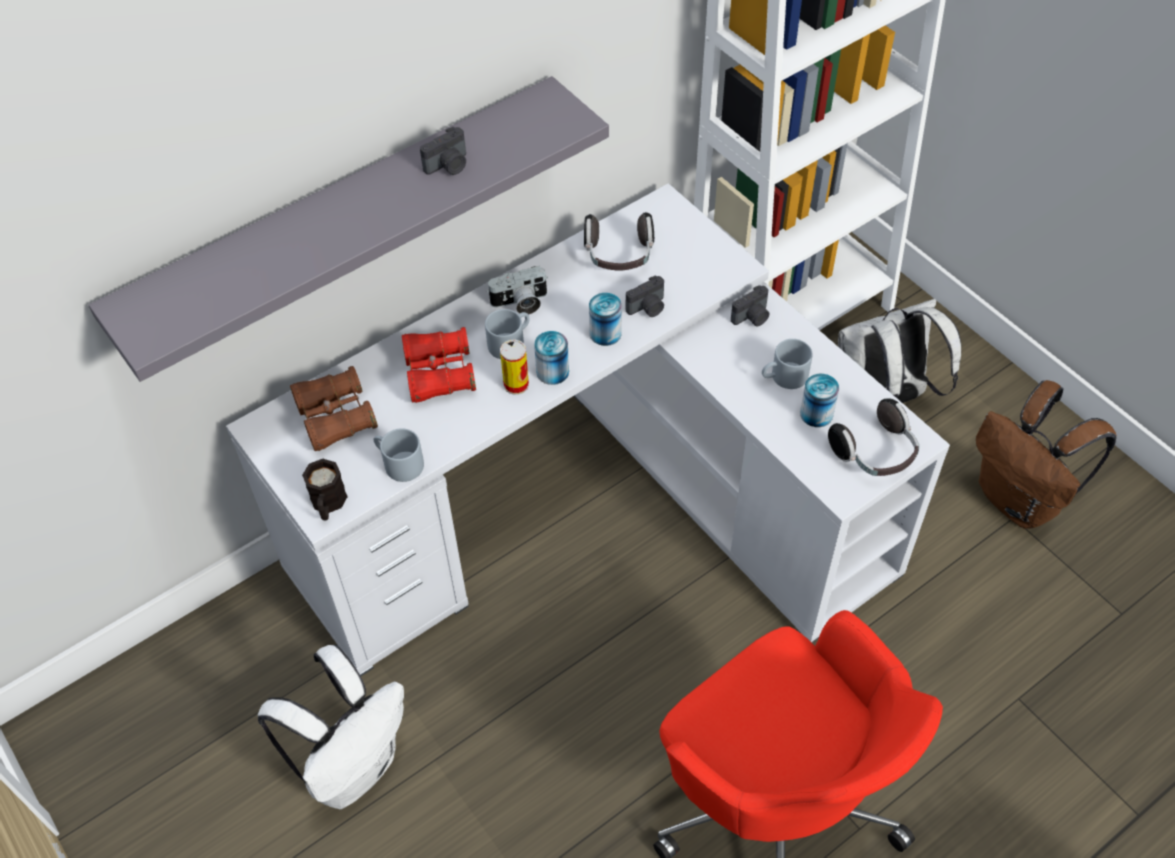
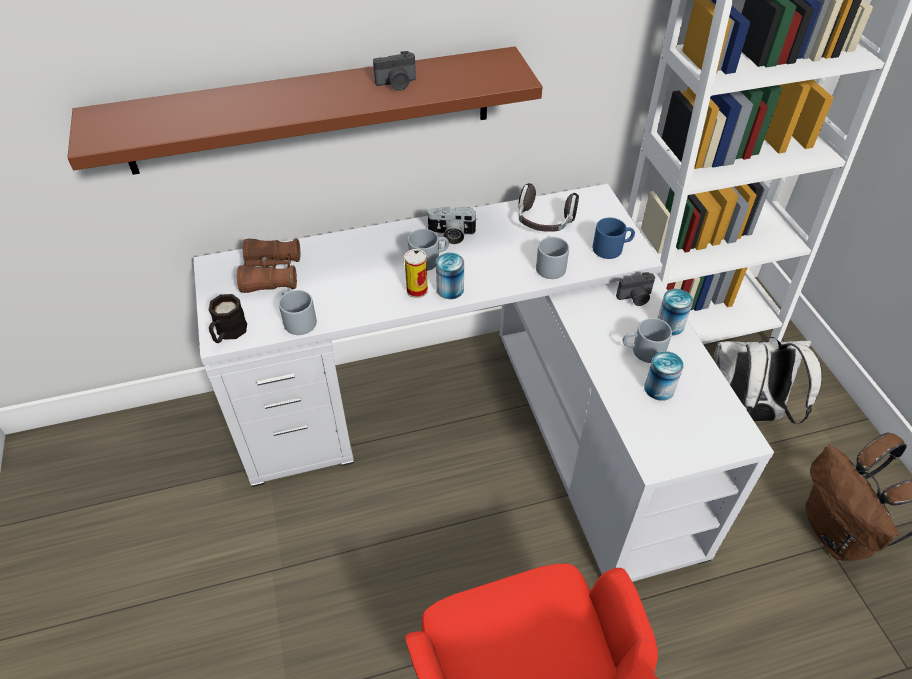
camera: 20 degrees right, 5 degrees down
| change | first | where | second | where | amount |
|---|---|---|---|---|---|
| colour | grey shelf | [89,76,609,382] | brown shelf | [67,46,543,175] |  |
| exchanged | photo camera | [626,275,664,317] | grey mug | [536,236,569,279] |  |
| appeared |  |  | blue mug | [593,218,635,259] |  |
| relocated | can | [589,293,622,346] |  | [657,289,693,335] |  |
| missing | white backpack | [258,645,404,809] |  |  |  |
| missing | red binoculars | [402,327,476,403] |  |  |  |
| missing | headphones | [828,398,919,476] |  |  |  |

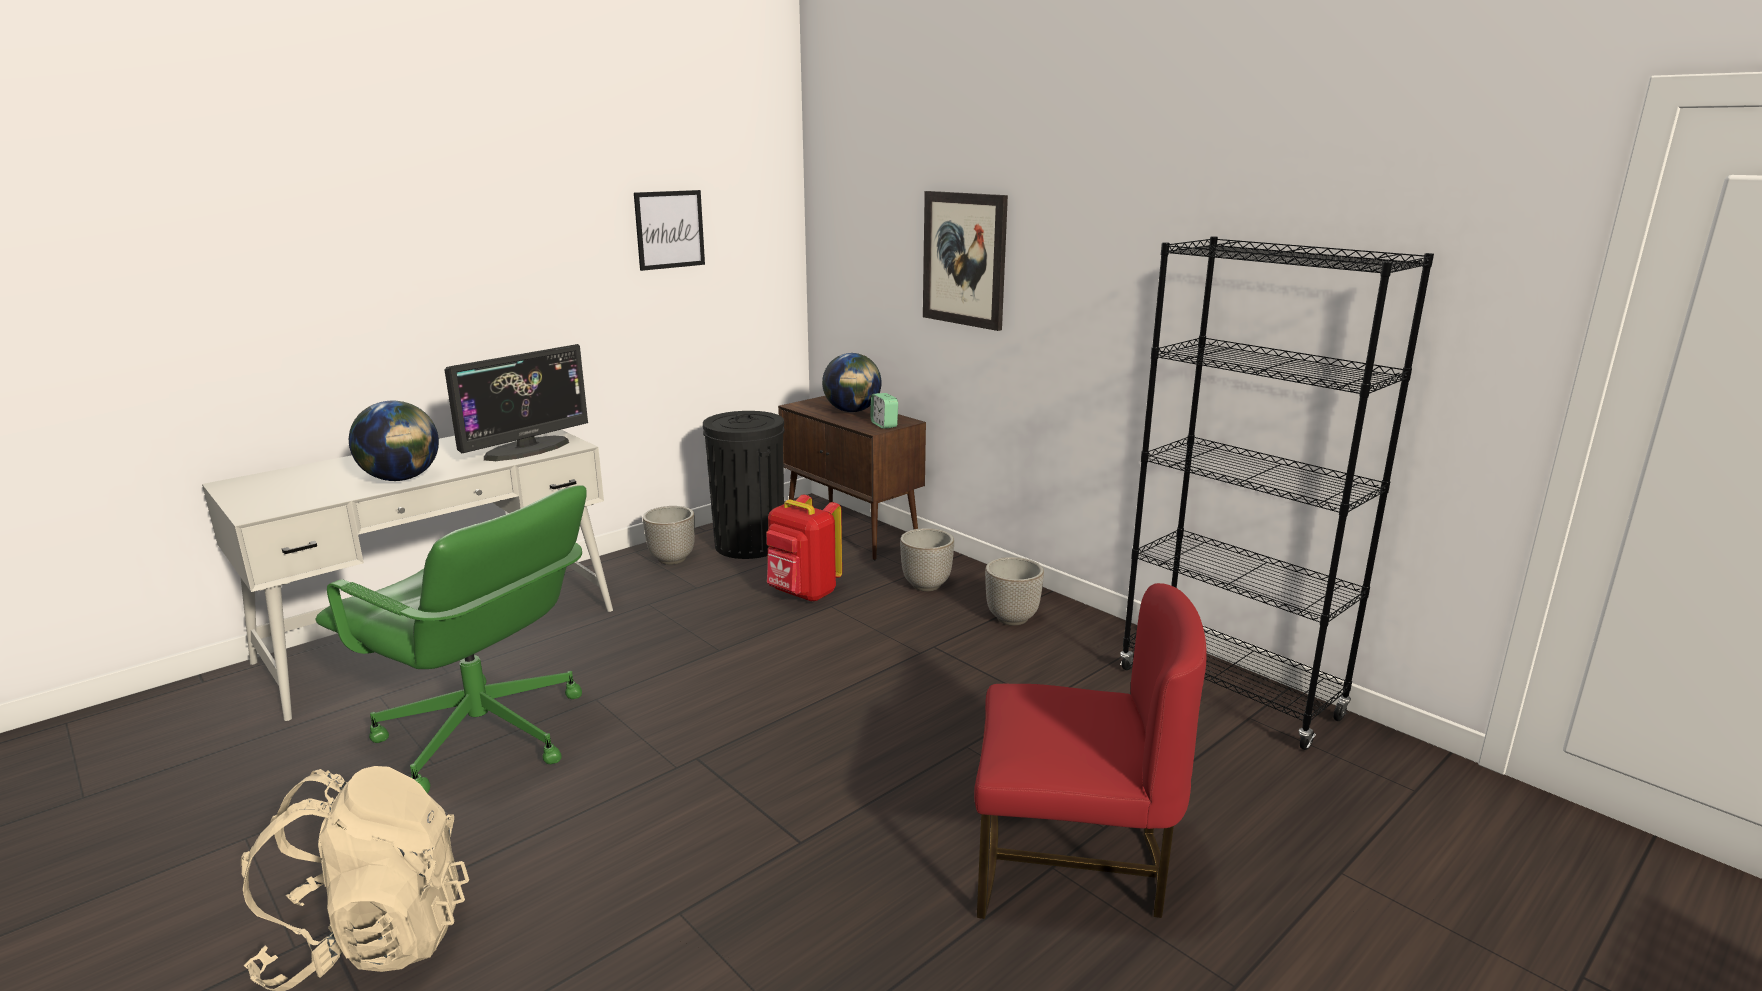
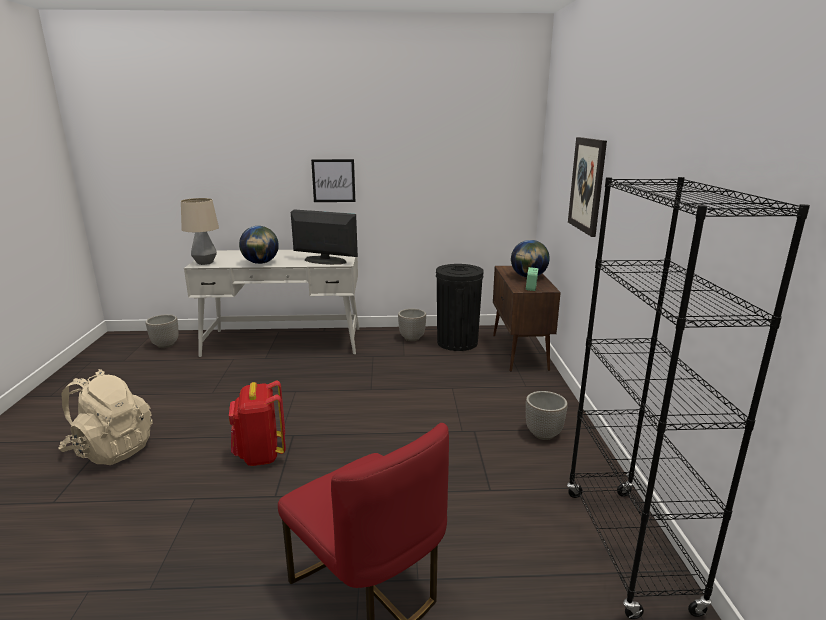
camera: 40 degrees right, 0 degrees up
| change | first | where | second | where | amount |
|---|---|---|---|---|---|
| relocated | planter | [900,528,954,591] |  | [146,314,179,348] |  |
| appeared |  |  | table lamp | [181,198,219,265] |  |
| relocated | red backpack | [767,495,842,602] |  | [229,381,286,466] |  |
| spun | monitor | [445,344,588,461] |  | [291,209,358,265] | 150 degrees counterclockwise |
| relocated | picture | [634,190,705,271] |  | [311,159,355,202] |  |
| missing | green office chair | [315,485,587,793] |  |  |  |

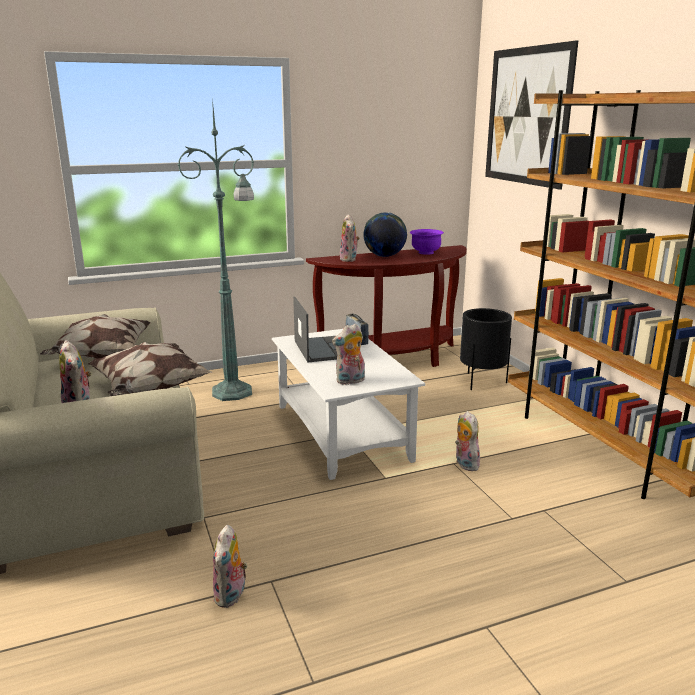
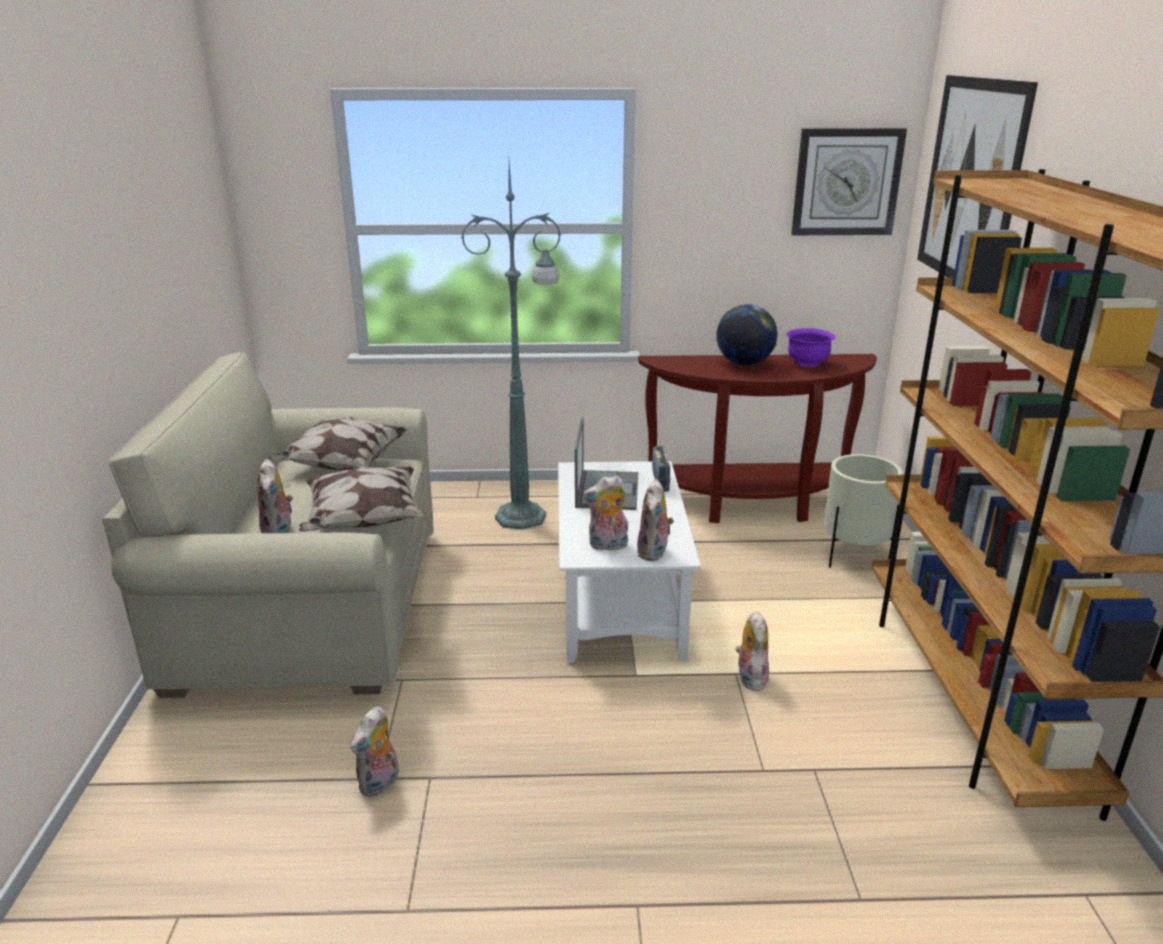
camera: 20 degrees right, 5 degrees up
| change | first | where | second | where | amount |
|---|---|---|---|---|---|
| relocated | plush toy | [340,214,360,262] |  | [637,479,674,561] |  |
| appeared |  |  | wall clock | [792,128,907,235] |  |
| colour | black planter | [460,308,512,390] | beige planter | [824,454,903,568] |  |

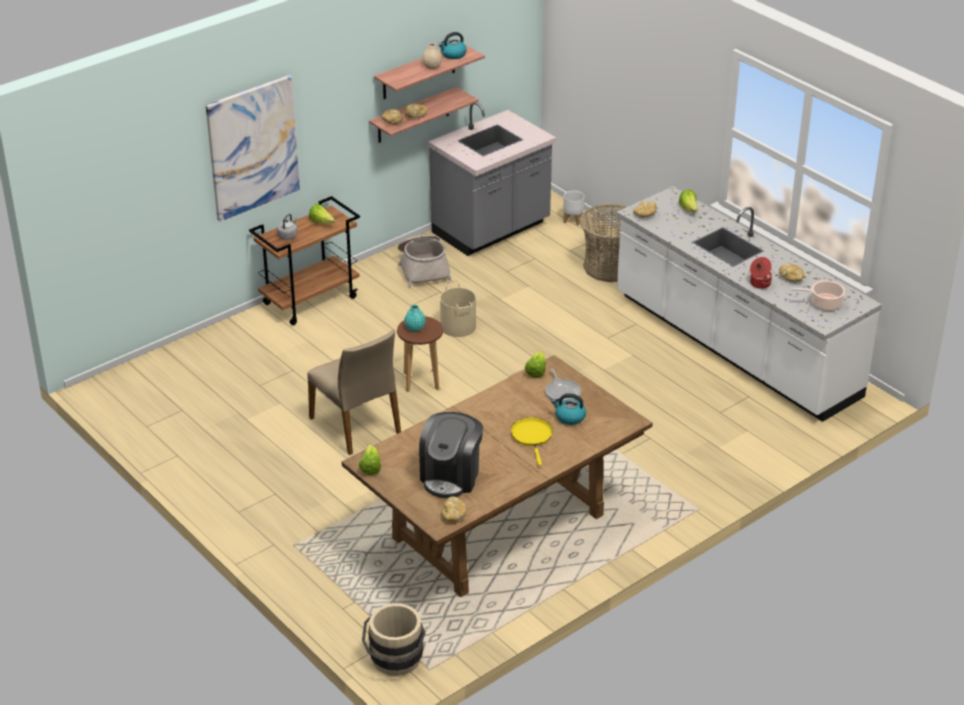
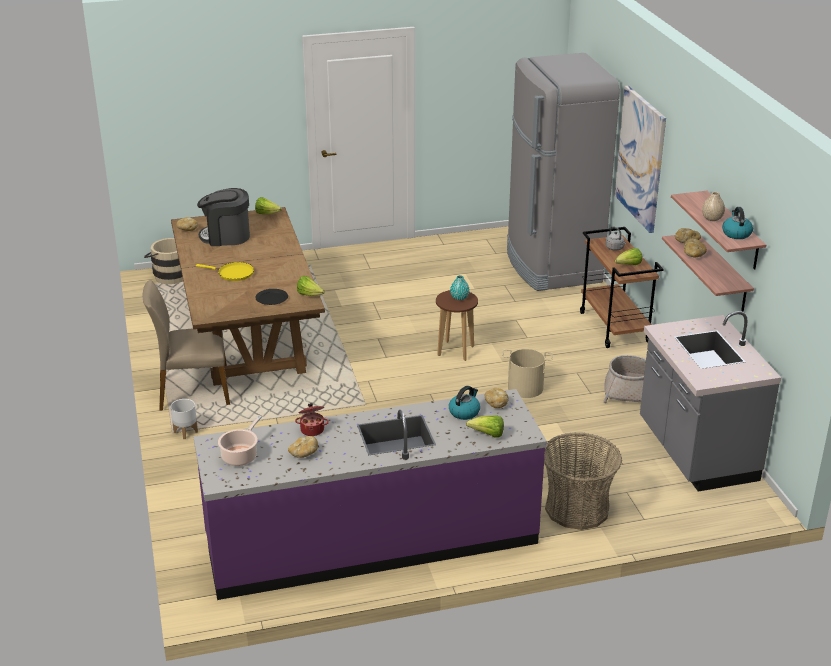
camera: 115 degrees right, 5 degrees down
| change | first | where | second | where | amount |
|---|---|---|---|---|---|
| relocated | beige chair | [307,330,401,455] |  | [142,280,230,411] |  |
| relocated | white planter | [563,191,584,225] |  | [171,399,198,439] |  |
| colour | white counter | [617,186,882,422] | purple counter | [193,389,547,600] |  |
| spun | coffee machine | [419,412,483,498] |  | [197,188,250,246] | 45 degrees counterclockwise |
| exchanged | frying pan | [545,368,581,403] | black plate | [255,289,288,305] |  |
| relocated | kettle | [552,393,586,425] |  | [449,386,480,420] |  |
| appeared |  |  | grey fridge | [507,53,620,291] |  |

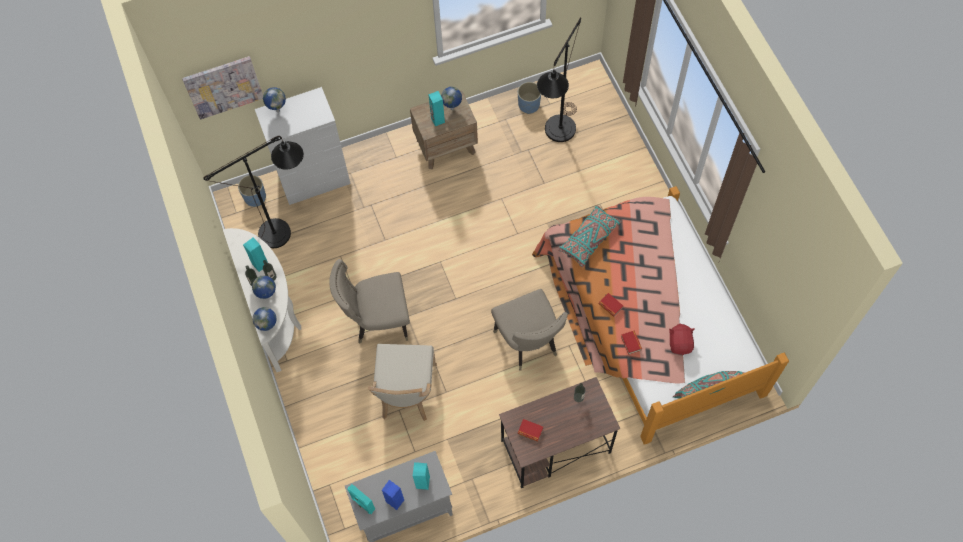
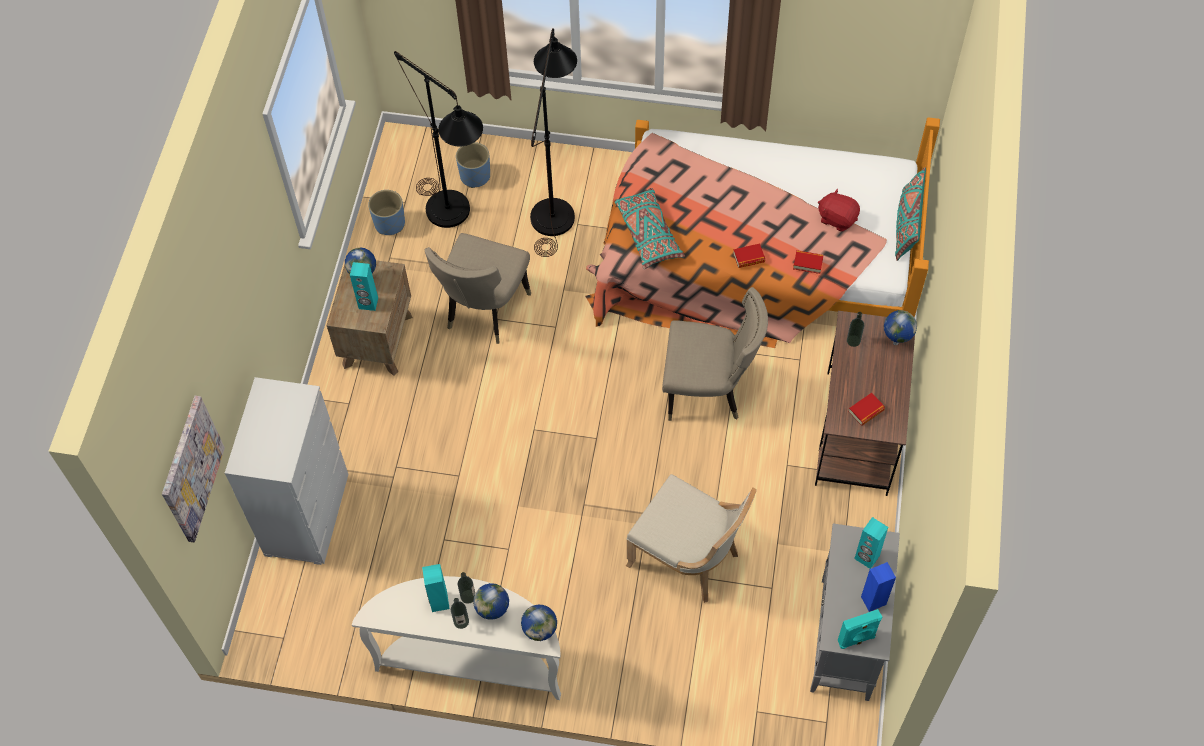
camera: 60 degrees left, 5 degrees down
| change | first | where | second | where | amount |
|---|---|---|---|---|---|
| relocated | beige chair | [329,259,410,344] |  | [425,233,531,344] |  |
| relocated | blue planter | [238,175,266,207] |  | [456,142,490,188] |  |
| relocated | black floor lamp | [203,136,304,248] |  | [530,28,577,257] |  |
| relocated | globe | [263,87,286,112] |  | [884,310,917,345] |  |

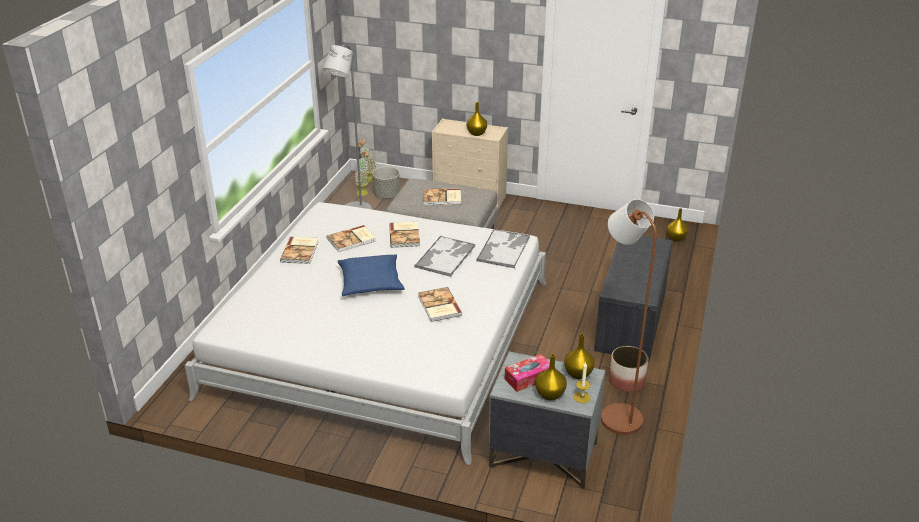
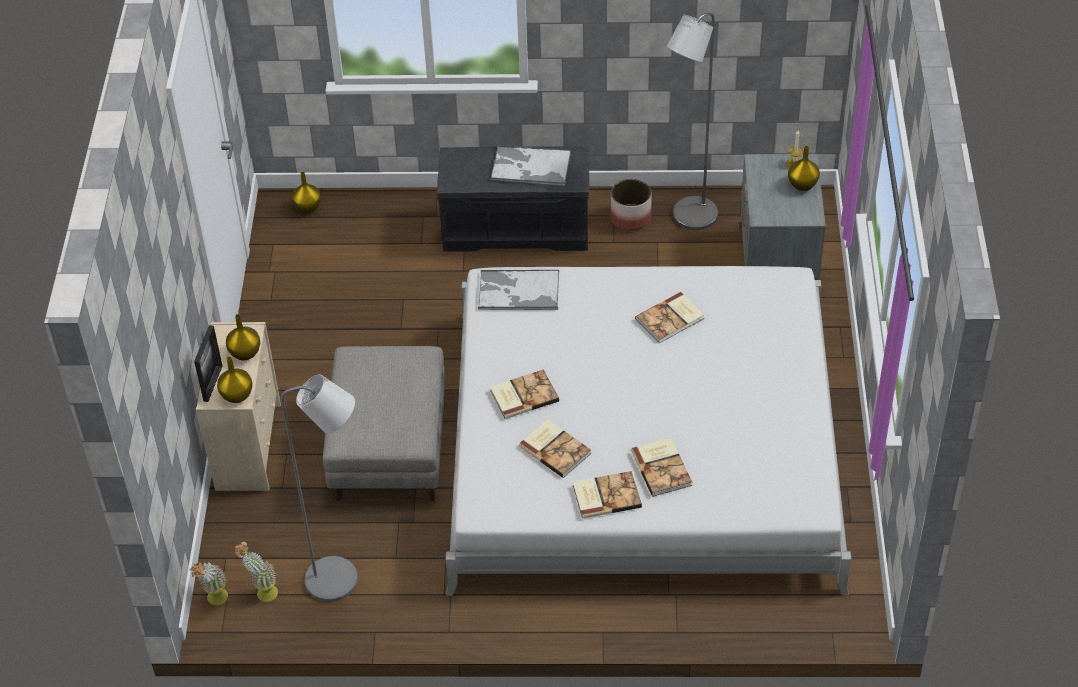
camera: 105 degrees left, 15 degrees up
| change | first | where | second | where | amount |
|---|---|---|---|---|---|
| appeared |  |  | picture frame | [194,325,223,402] |  |
| relocated | yellow vase | [564,334,595,379] |  | [217,356,253,403] |  |
| relocated | tray | [415,236,476,277] |  | [490,145,571,186] |  |
| relocated | book | [423,189,461,205] |  | [631,438,692,497] |  |
| colour | brown floor lamp | [601,199,657,435] | grey floor lamp | [667,13,718,230] |  |
| missing | blue pillow | [338,254,404,296] |  |  |  |
| missing | grey planter | [372,167,400,199] |  |  |  |
| missing | tissue box | [505,354,550,392] |  |  |  |

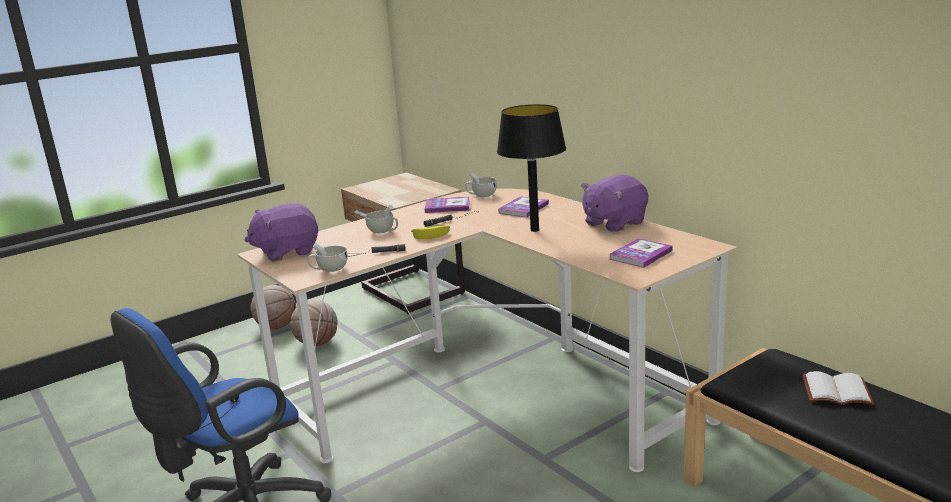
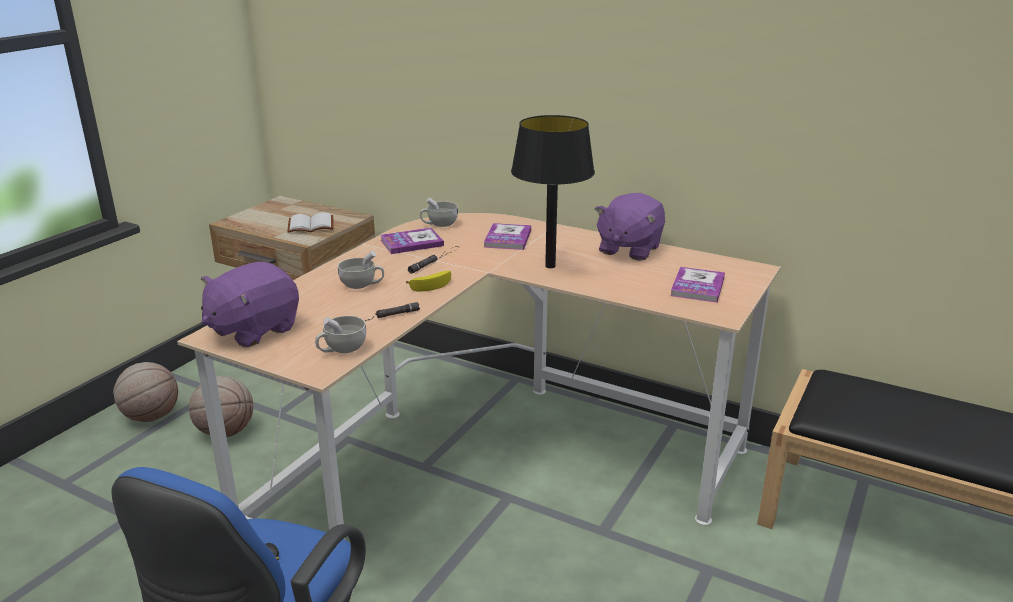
camera: 25 degrees left, 5 degrees up
| change | first | where | second | where | amount |
|---|---|---|---|---|---|
| relocated | white book | [802,371,874,405] |  | [287,212,334,233] |  |

